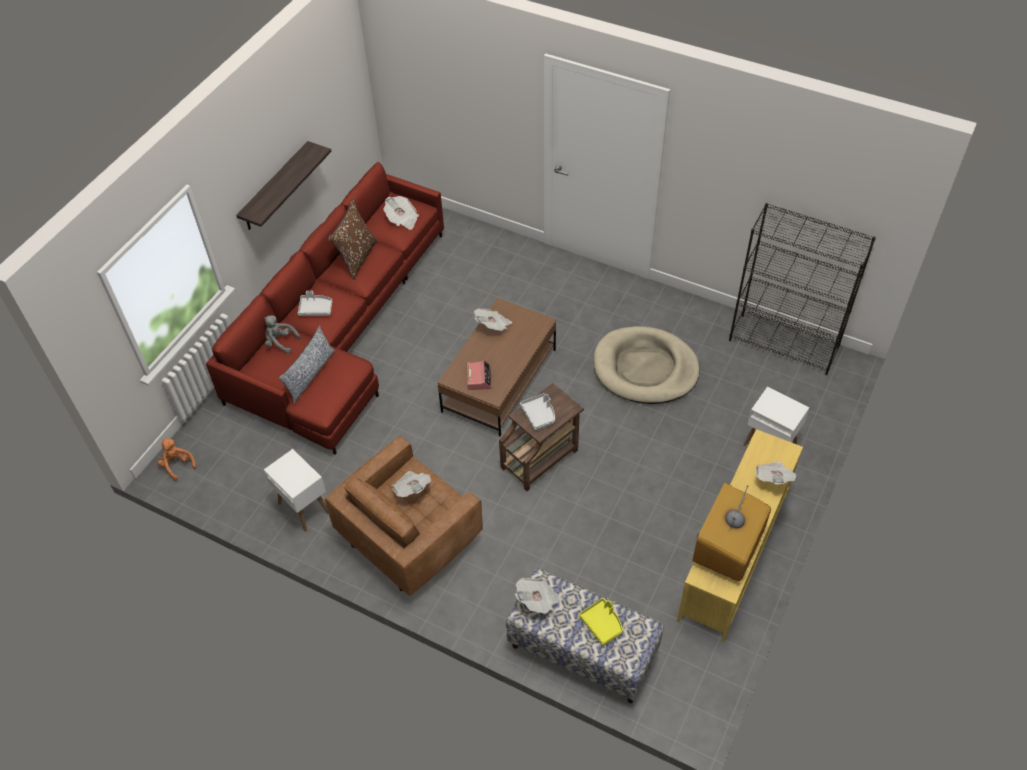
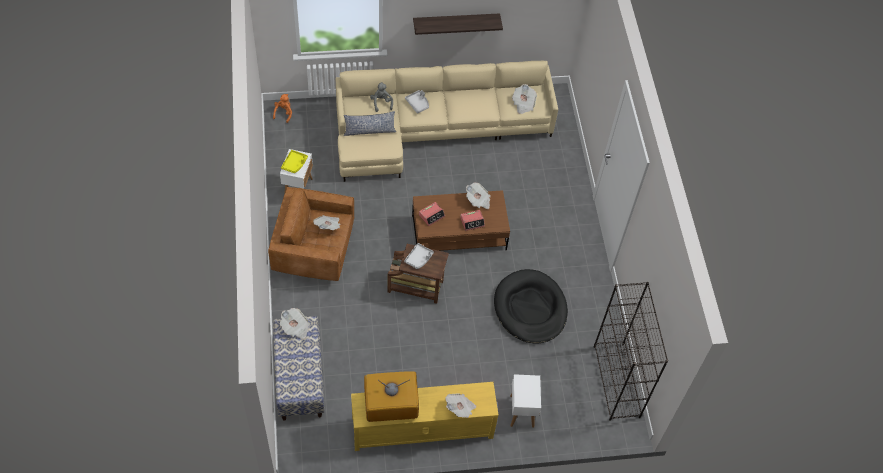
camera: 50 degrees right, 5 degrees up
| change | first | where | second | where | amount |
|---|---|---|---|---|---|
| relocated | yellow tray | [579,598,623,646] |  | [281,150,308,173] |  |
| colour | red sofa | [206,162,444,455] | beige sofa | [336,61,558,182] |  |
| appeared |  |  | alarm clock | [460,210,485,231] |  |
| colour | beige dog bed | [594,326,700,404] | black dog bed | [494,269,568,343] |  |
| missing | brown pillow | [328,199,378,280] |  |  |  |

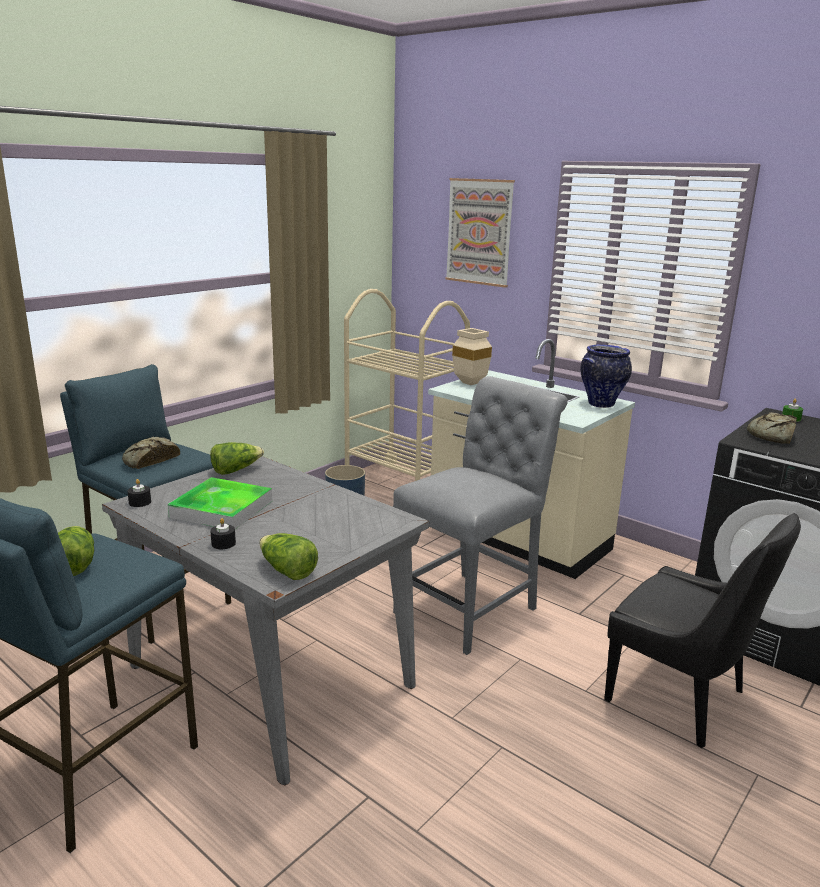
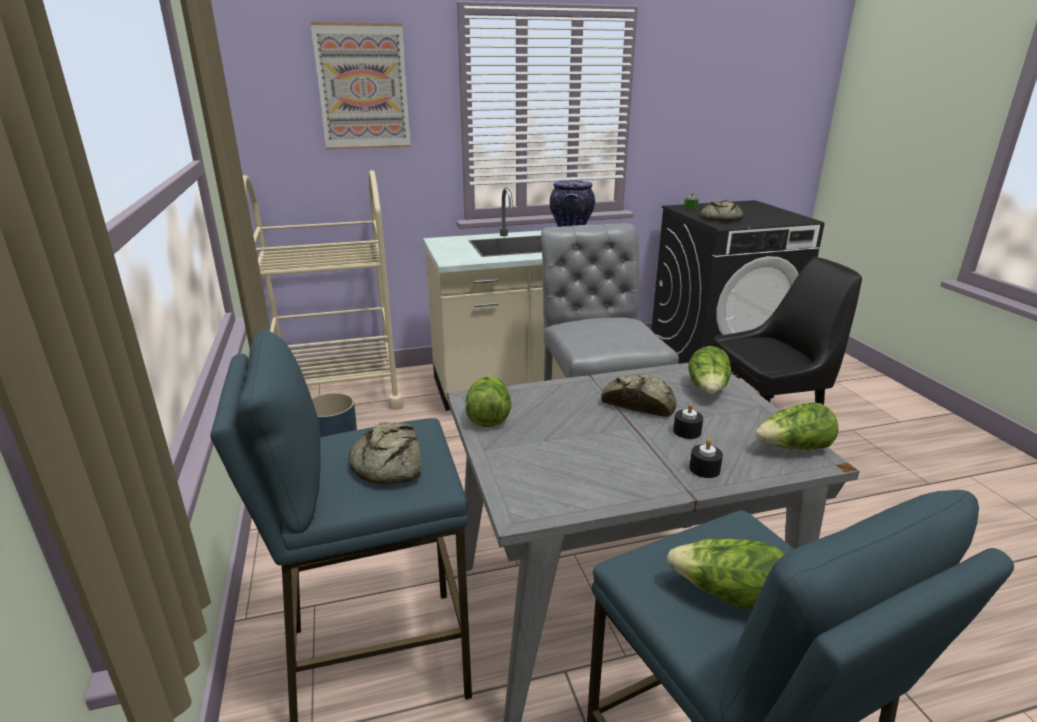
camera: 55 degrees left, 5 degrees up
| change | first | where | second | where | amount |
|---|---|---|---|---|---|
| appeared |  |  | bread | [601,374,677,417] |  |
| relocated | black candle | [127,479,151,507] |  | [673,403,703,439] |  |
| appeared |  |  | lettuce | [688,346,732,394] |  |
| missing | tray | [168,477,272,529] |  |  |  |
| missing | beige vase | [452,328,492,385] |  |  |  |

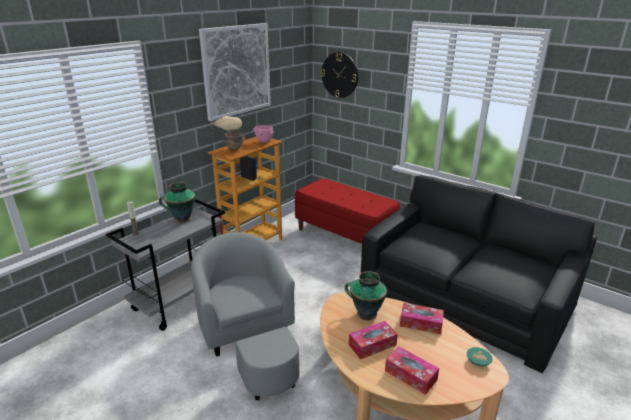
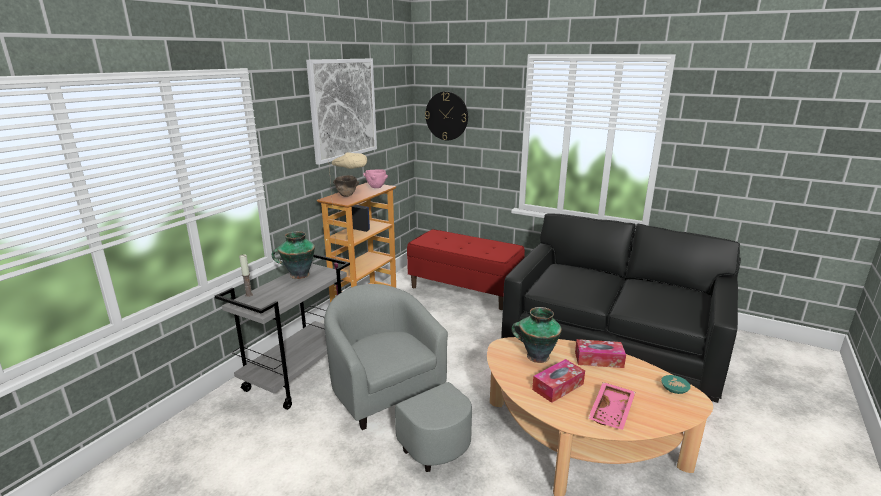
camera: 10 degrees left, 5 degrees down
| change | first | where | second | where | amount |
|---|---|---|---|---|---|
| exchanged | tissue box | [385,347,439,395] | pink tray | [588,382,635,430] |  |

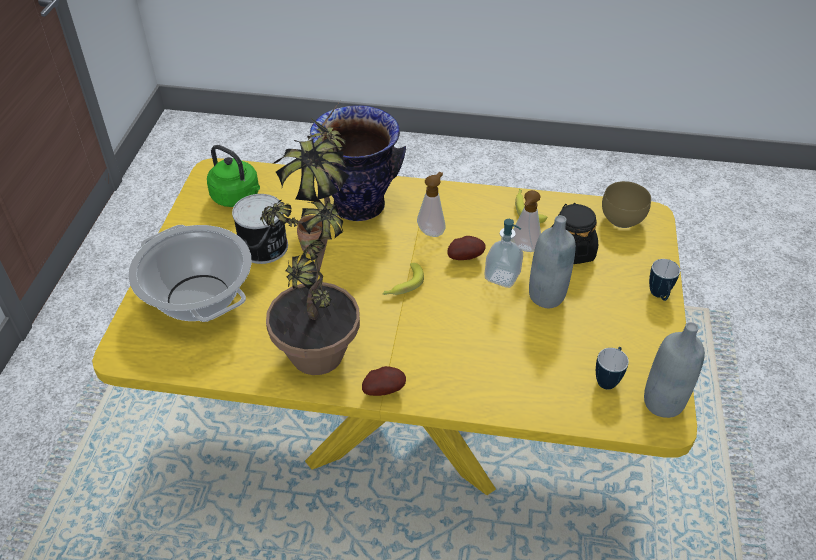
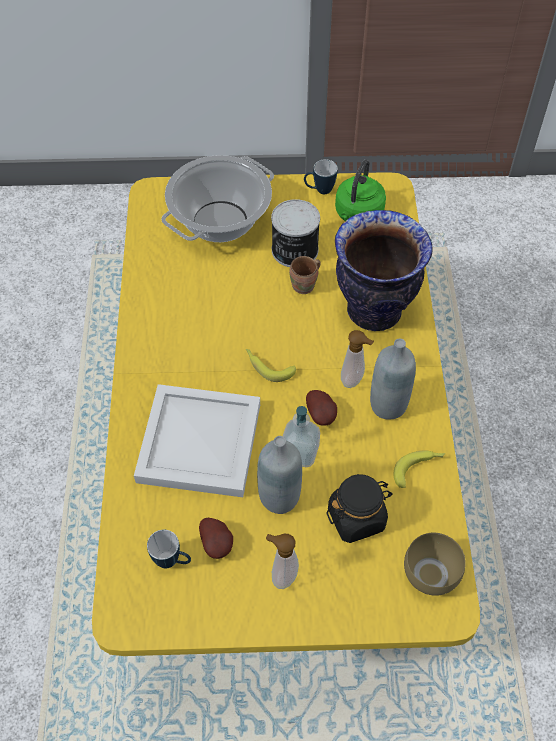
camera: 80 degrees right, 10 degrees up
| change | first | where | second | where | amount |
|---|---|---|---|---|---|
| appeared |  |  | white tray | [134,384,260,497] |  |
| relocated | potato | [362,366,406,396] |  | [199,518,233,559] |  |
| relocated | soap dispenser | [512,190,541,252] |  | [266,534,299,589] |  |
| relocated | mug | [649,259,680,301] |  | [304,159,338,194] |  |
| relocated | grey bottle | [644,322,705,418] |  | [370,339,416,420] |  |
| missing | potted plant | [260,101,360,375] |  |  |  |

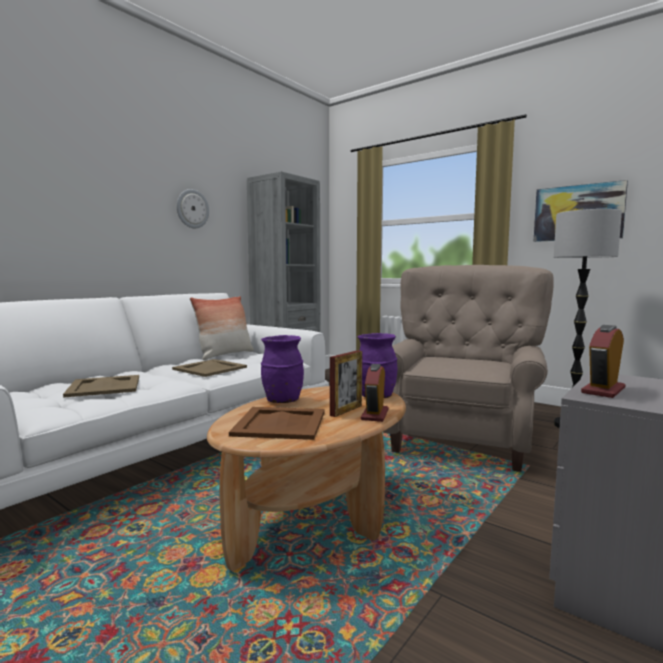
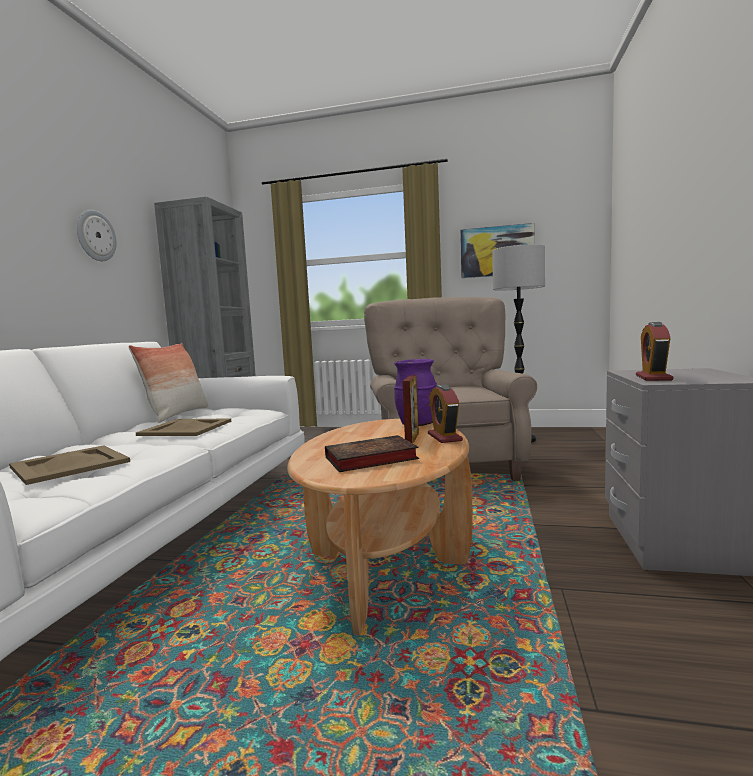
camera: 25 degrees left, 0 degrees up
| change | first | where | second | where | amount |
|---|---|---|---|---|---|
| exchanged | brown tray | [229,407,325,440] | book | [325,435,419,472] |  |
| missing | purple vase | [261,335,304,403] |  |  |  |

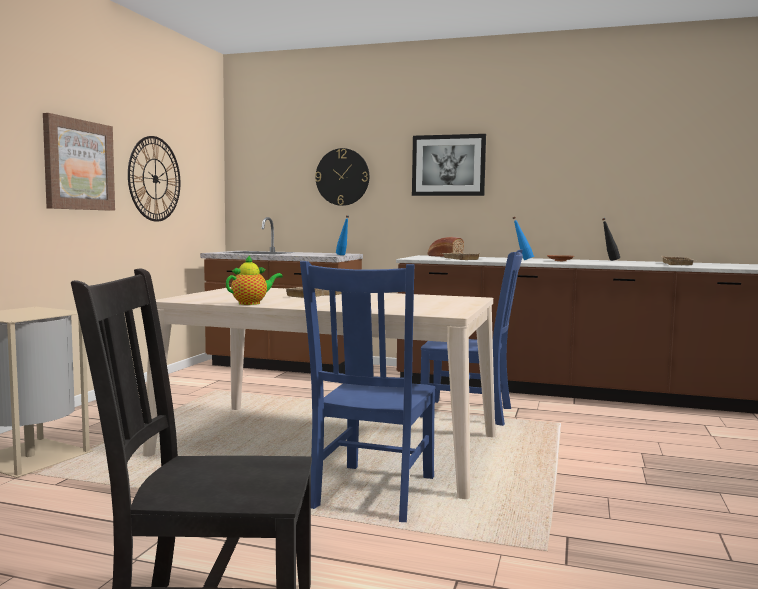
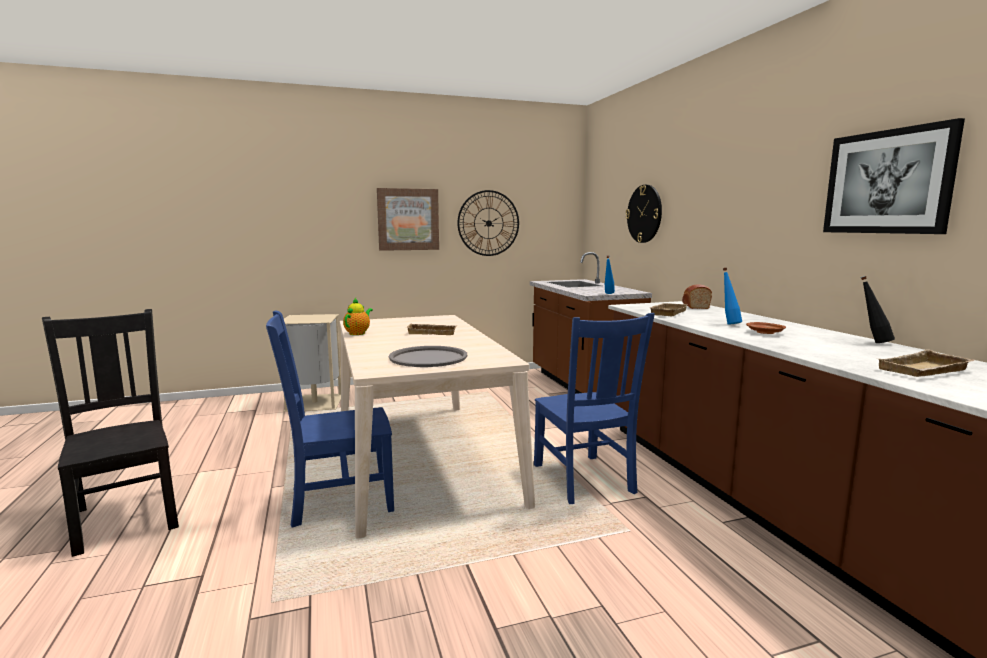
camera: 55 degrees right, 5 degrees up
| change | first | where | second | where | amount |
|---|---|---|---|---|---|
| spun | teapot | [226,255,283,305] |  | [343,298,373,335] | 90 degrees counterclockwise |
| appeared |  |  | grey tray | [389,346,467,367] |  |
| relocated | picture | [412,134,486,196] |  | [823,118,965,234] |  |

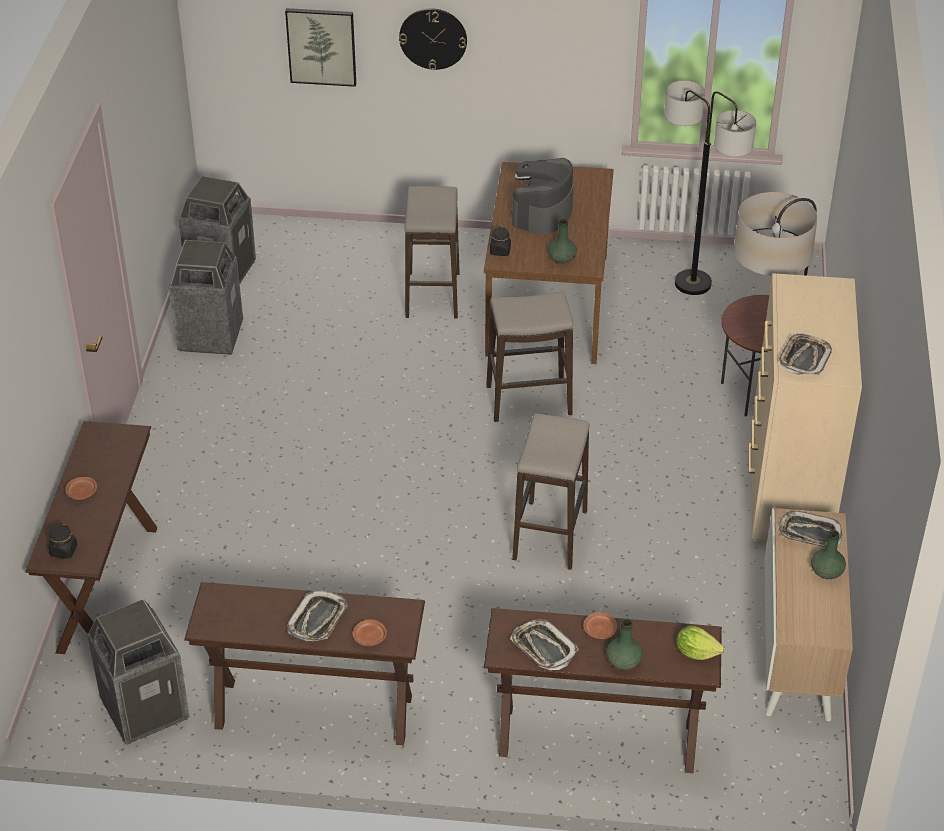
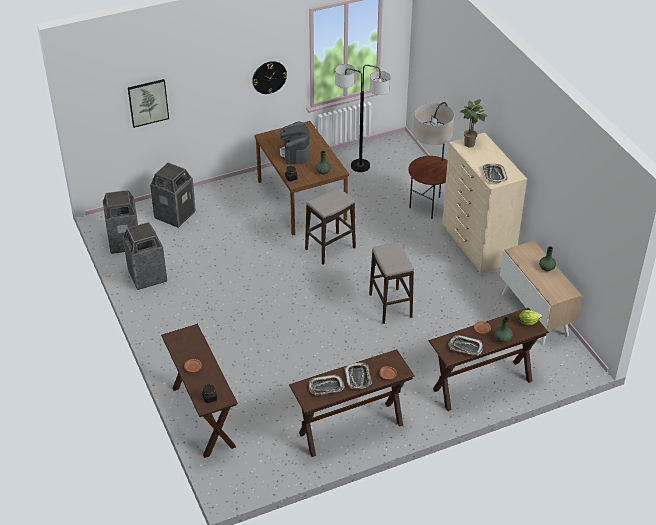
camera: 30 degrees left, 0 degrees up
| change | first | where | second | where | amount |
|---|---|---|---|---|---|
| relocated | trash can | [87,599,190,745] |  | [150,162,196,228] |  |
| relocated | wall clock | [399,8,467,70] |  | [252,61,287,94] |  |
| relocated | tray | [778,511,843,548] |  | [309,375,345,395] |  |
| appeared |  |  | potted plant | [460,99,488,148] |  |
| missing | stool | [404,186,460,319] |  |  |  |

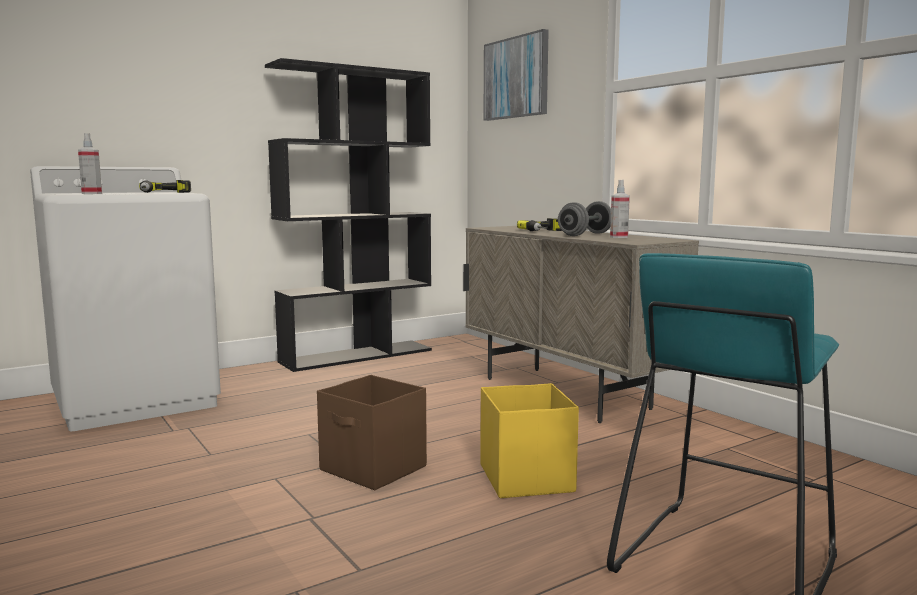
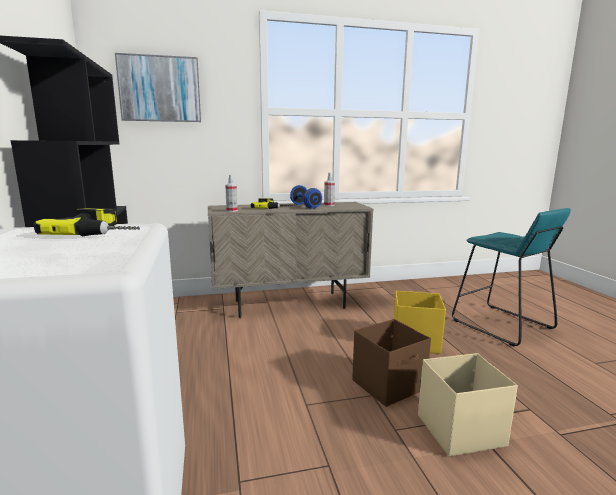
camera: 70 degrees left, 5 degrees up
| change | first | where | second | where | amount |
|---|---|---|---|---|---|
| relocated | spray bottle | [78,133,102,194] |  | [225,175,238,212] |  |
| colour | grey dumbbell | [558,201,611,236] | blue dumbbell | [290,185,322,209] |  |
| appeared |  |  | beige storage box | [418,353,518,457] |  |

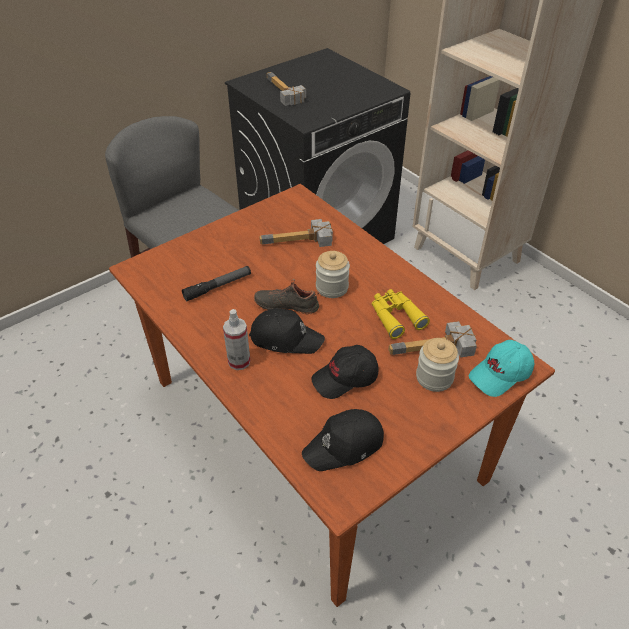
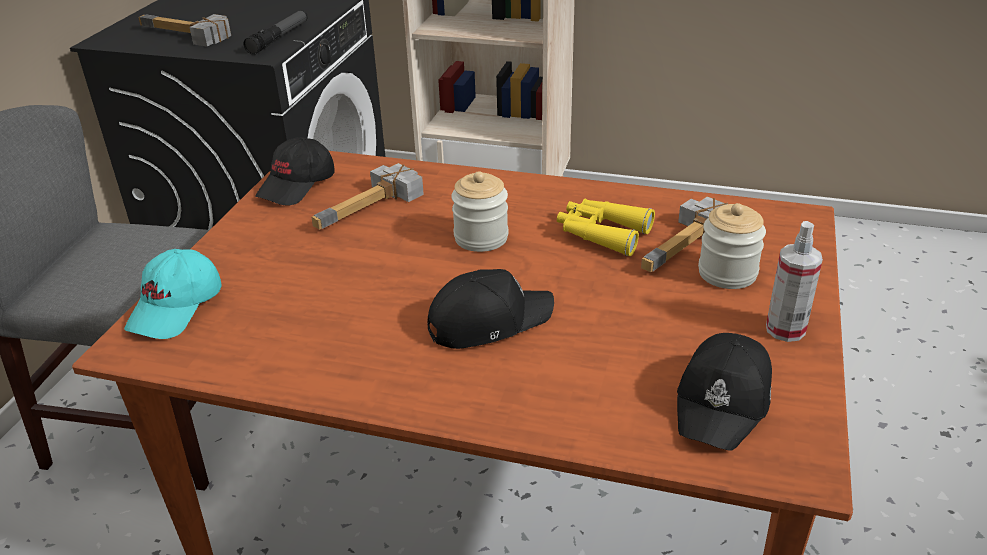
camera: 35 degrees left, 10 degrees down
| change | first | where | second | where | amount |
|---|---|---|---|---|---|
| relocated | turquoise cap | [469,340,535,397] |  | [124,249,222,339] |  |
| relocated | flashlight | [182,266,251,301] |  | [243,10,308,55] |  |
| relocated | black cap | [311,345,379,399] |  | [255,137,335,205] |  |
| relocated | spray bottle | [223,309,250,370] |  | [766,221,823,342] |  |
| missing | black shoe | [254,279,319,315] |  |  |  |

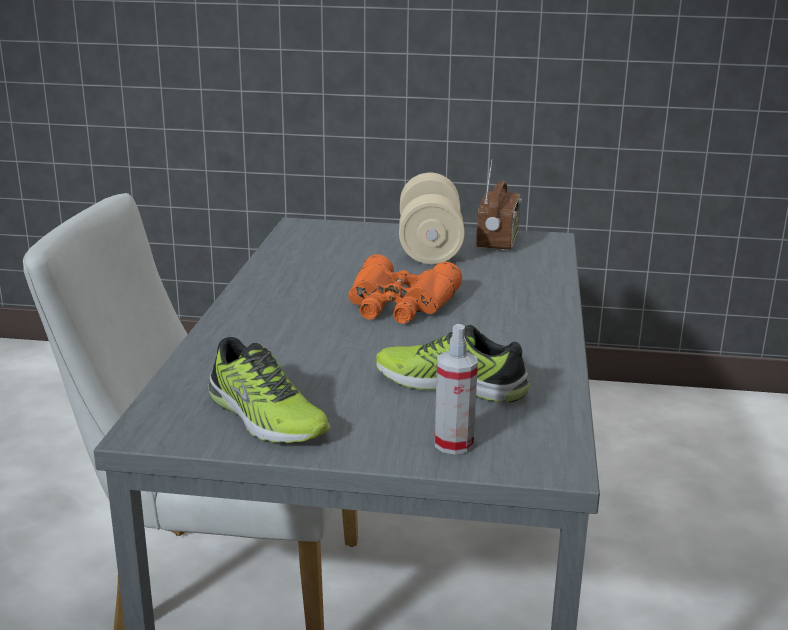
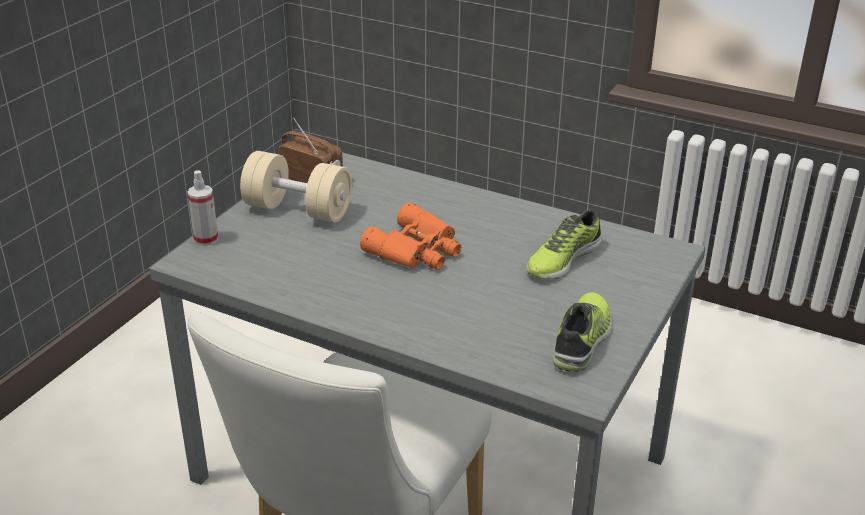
camera: 70 degrees left, 10 degrees up
| change | first | where | second | where | amount |
|---|---|---|---|---|---|
| relocated | spray bottle | [434,324,478,455] |  | [187,170,218,246] |  |
| spun | shoe | [209,337,330,443] |  | [553,292,612,372] | 45 degrees counterclockwise |

